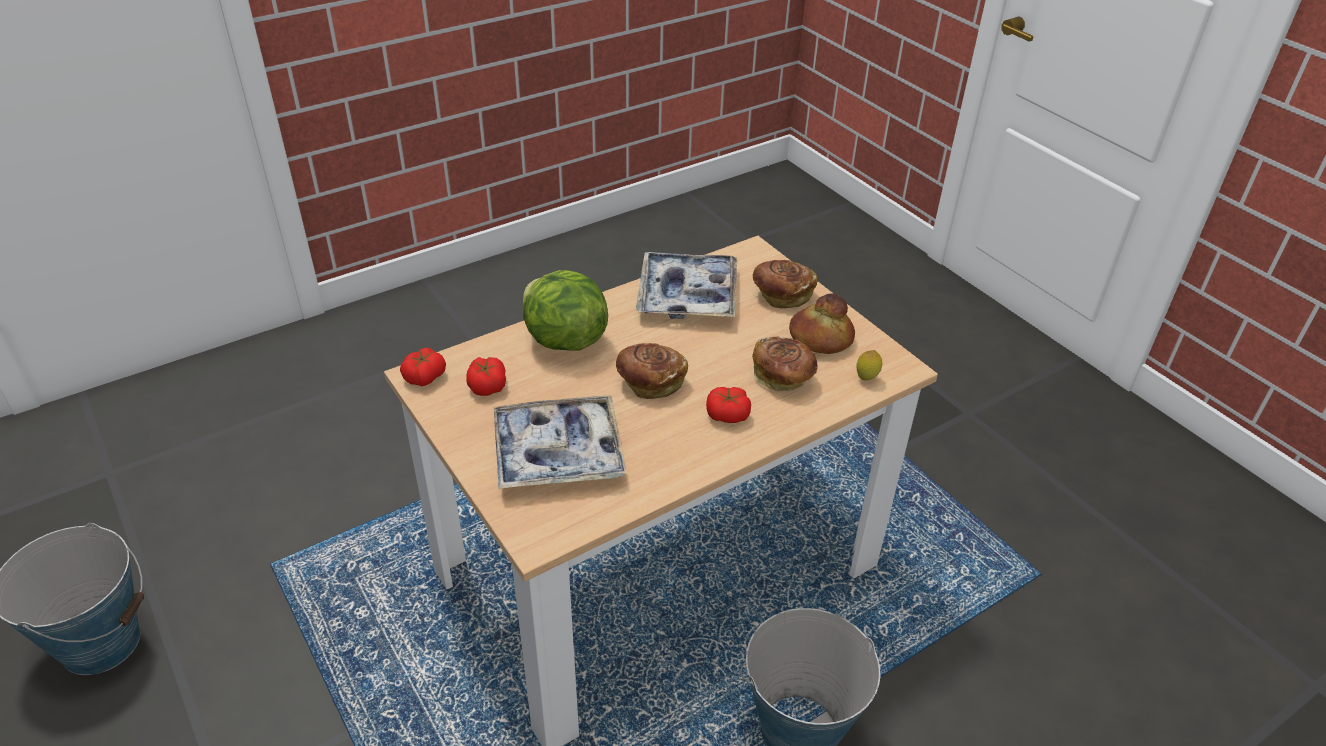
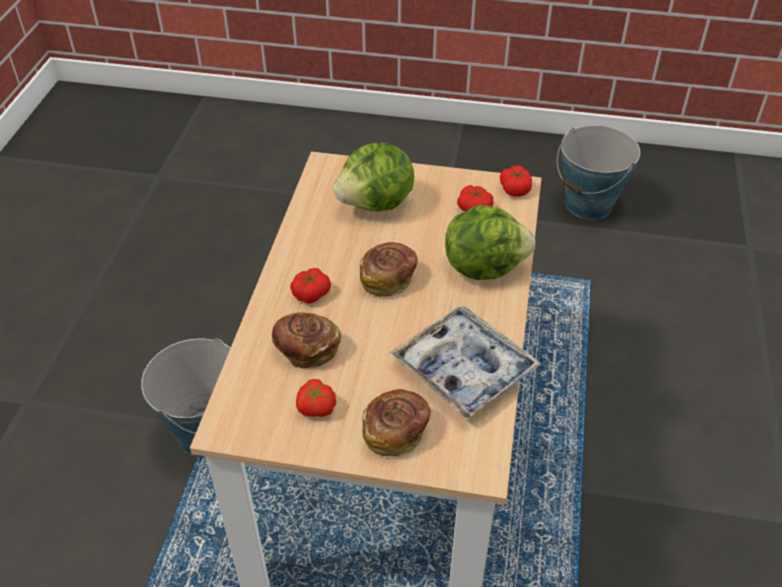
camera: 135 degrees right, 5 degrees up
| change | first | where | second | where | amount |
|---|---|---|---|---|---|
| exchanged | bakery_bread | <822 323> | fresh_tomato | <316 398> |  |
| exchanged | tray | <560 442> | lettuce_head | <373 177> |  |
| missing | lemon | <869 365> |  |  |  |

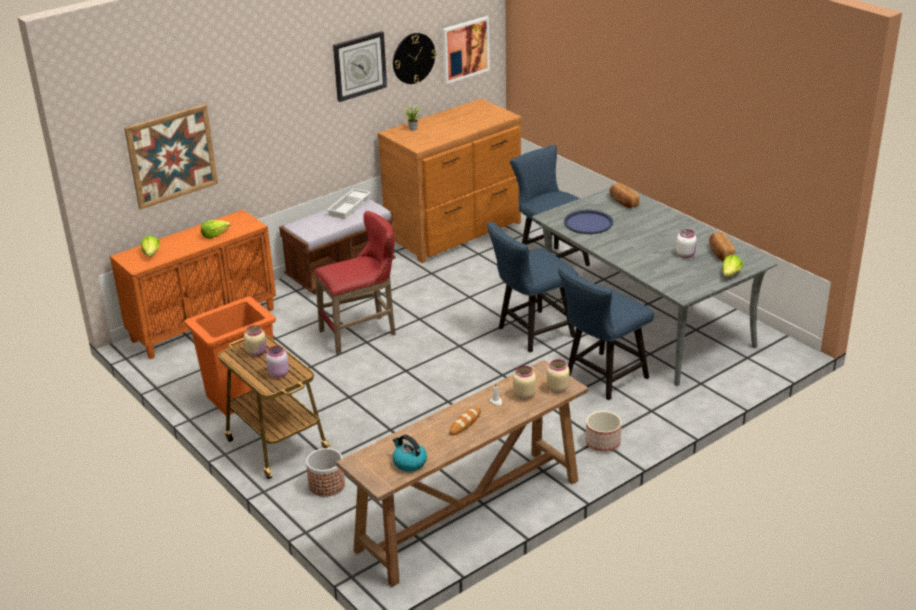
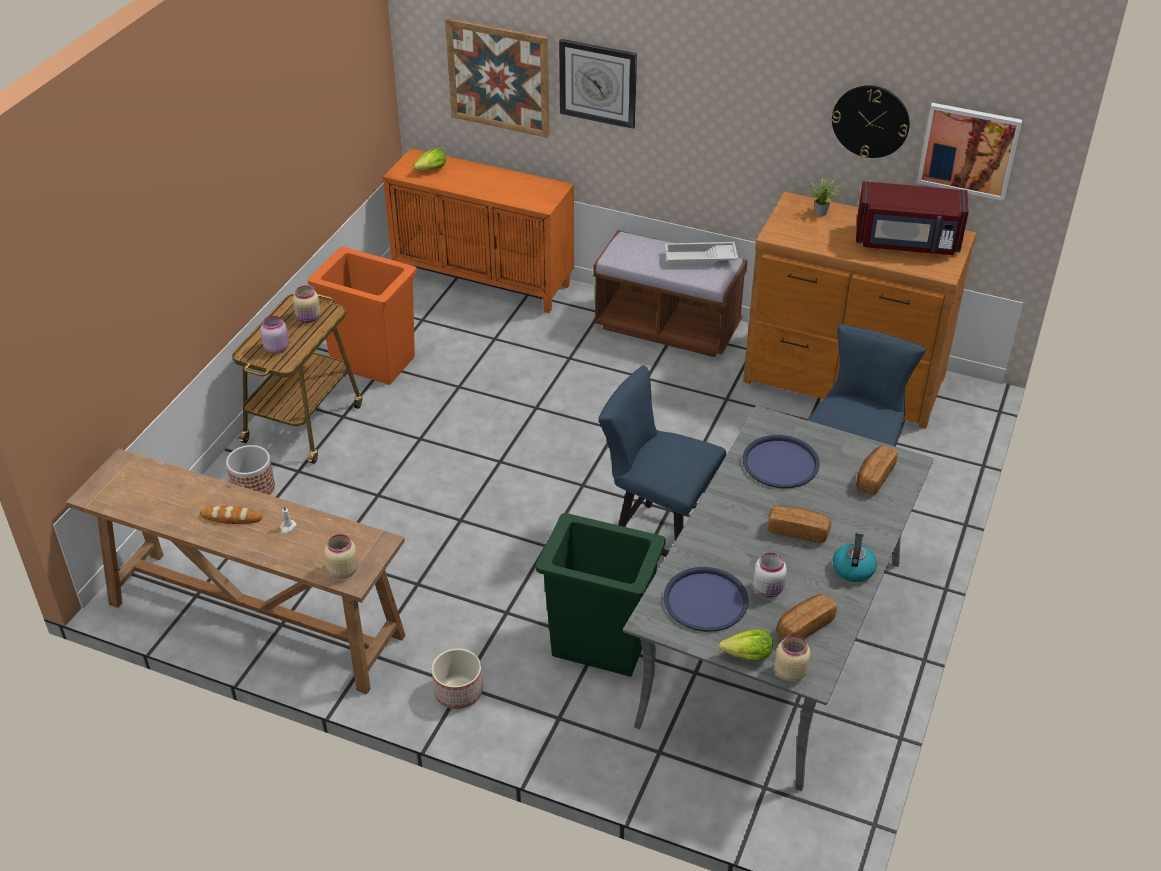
camera: 60 degrees right, 10 degrees up
| change | first | where | second | where | amount |
|---|---|---|---|---|---|
| exchanged | blue-coloured_plain_chair | <606 333> | green_rubbish_bin | <601 595> |  |
| relocated | clock_on_the_wall | <360 66> |  | <598 84> |  |
| appeared |  |  | blue-coloured_tray | <706 599> |  |
| appeared |  |  | bakery_bread | <799 524> |  |
| relocated | beige-coloured_jar | <524 383> |  | <792 658> |  |
| relocated | water_kettle | <409 453> |  | <855 557> |  |
| appeared |  |  | red-coloured_microwave | <912 218> |  |
| missing | lettuce_head | <215 229> |  |  |  |
| missing | red-coloured_stool | <355 283> |  |  |  |

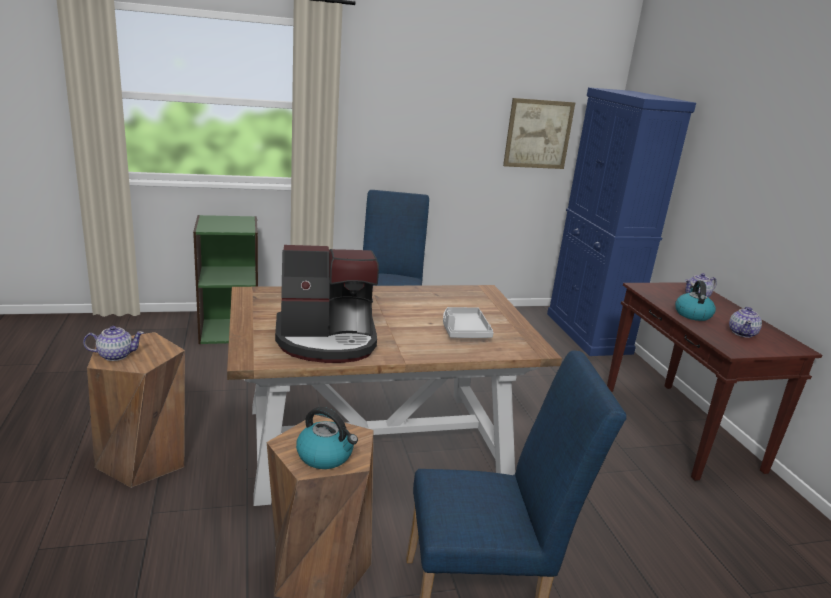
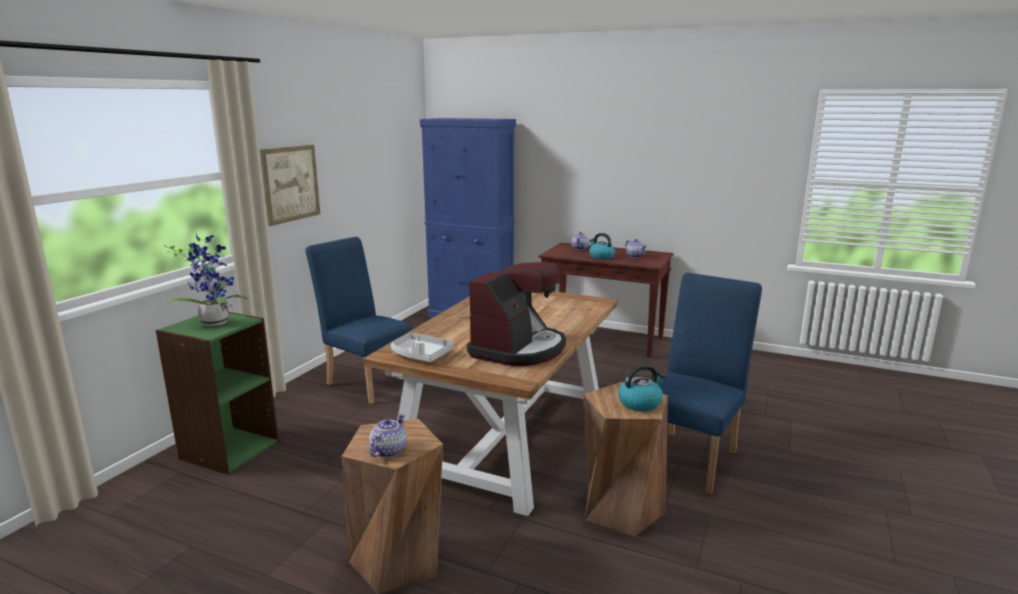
camera: 50 degrees left, 5 degrees down
| change | first | where | second | where | amount |
|---|---|---|---|---|---|
| appeared |  |  | houseplant | <206 279> |  |
| relocated | picture | <539 133> |  | <290 185> |  |
| relocated | grey_tray | <468 322> |  | <422 347> |  |

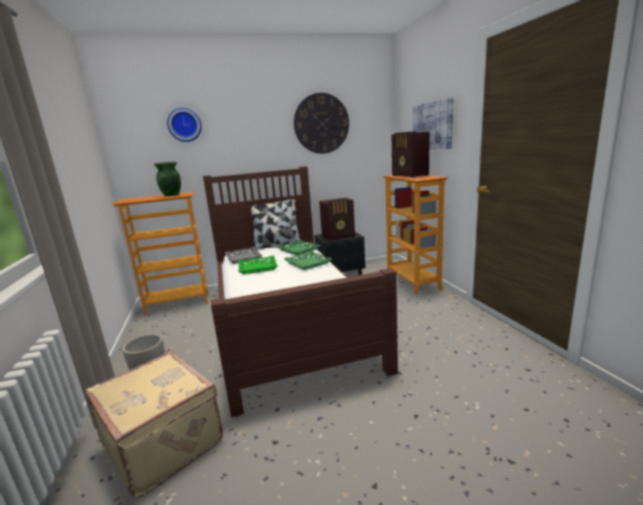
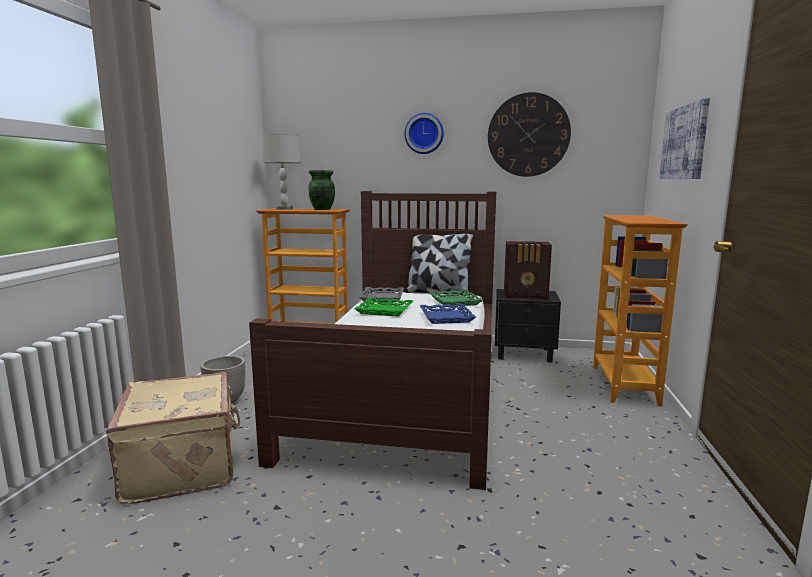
camera: 25 degrees right, 5 degrees down
| change | first | where | second | where | amount |
|---|---|---|---|---|---|
| appeared |  |  | grey_lamp_for_a_table | <281 172> |  |
| relocated | clock_on_the_wall | <184 125> |  | <424 133> |  |
| colour | green_tray | <308 260> | blue-coloured_tray | <448 314> |  |
| missing | radio | <411 154> |  |  |  |

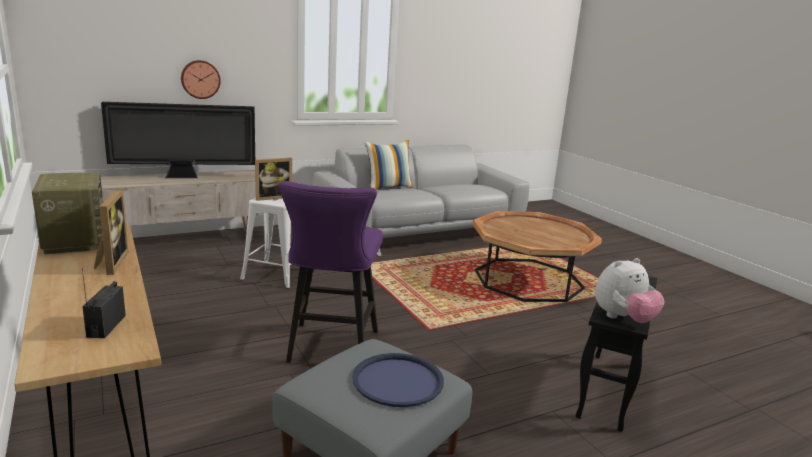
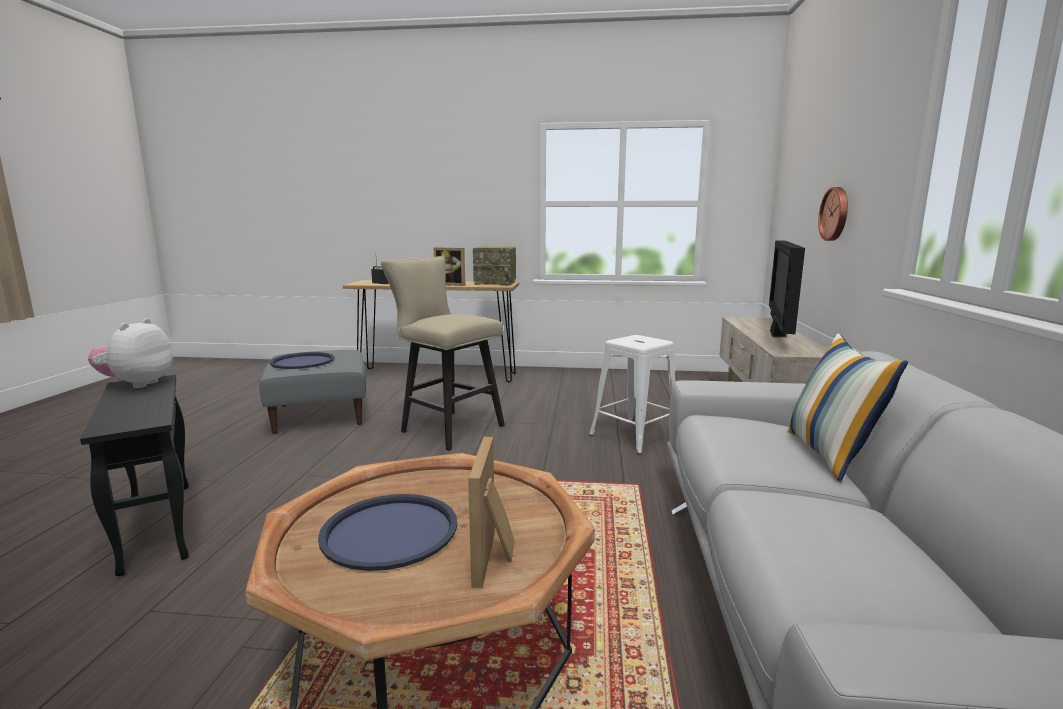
camera: 125 degrees right, 5 degrees down
| change | first | where | second | where | amount |
|---|---|---|---|---|---|
| appeared |  |  | blue-coloured_tray | <388 532> |  |
| colour | purple_stool | <330 272> | beige-coloured_stool | <443 353> |  |
| relocated | picture_frame | <273 179> |  | <491 512> |  |

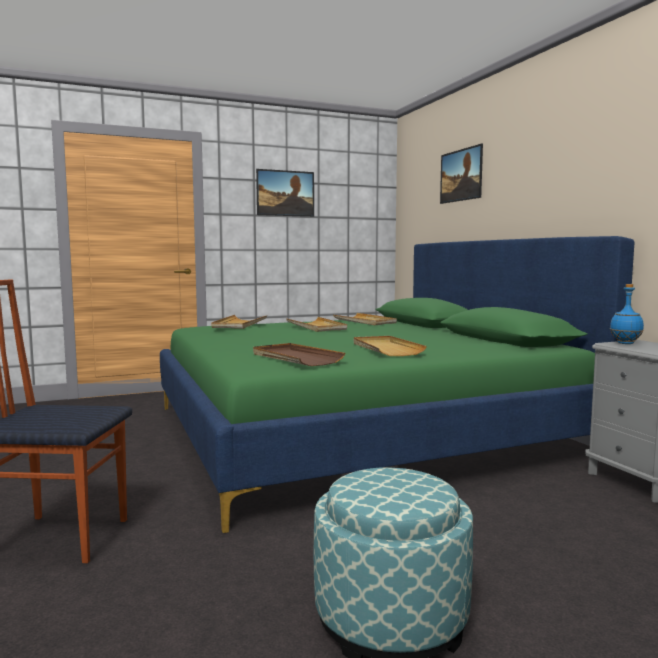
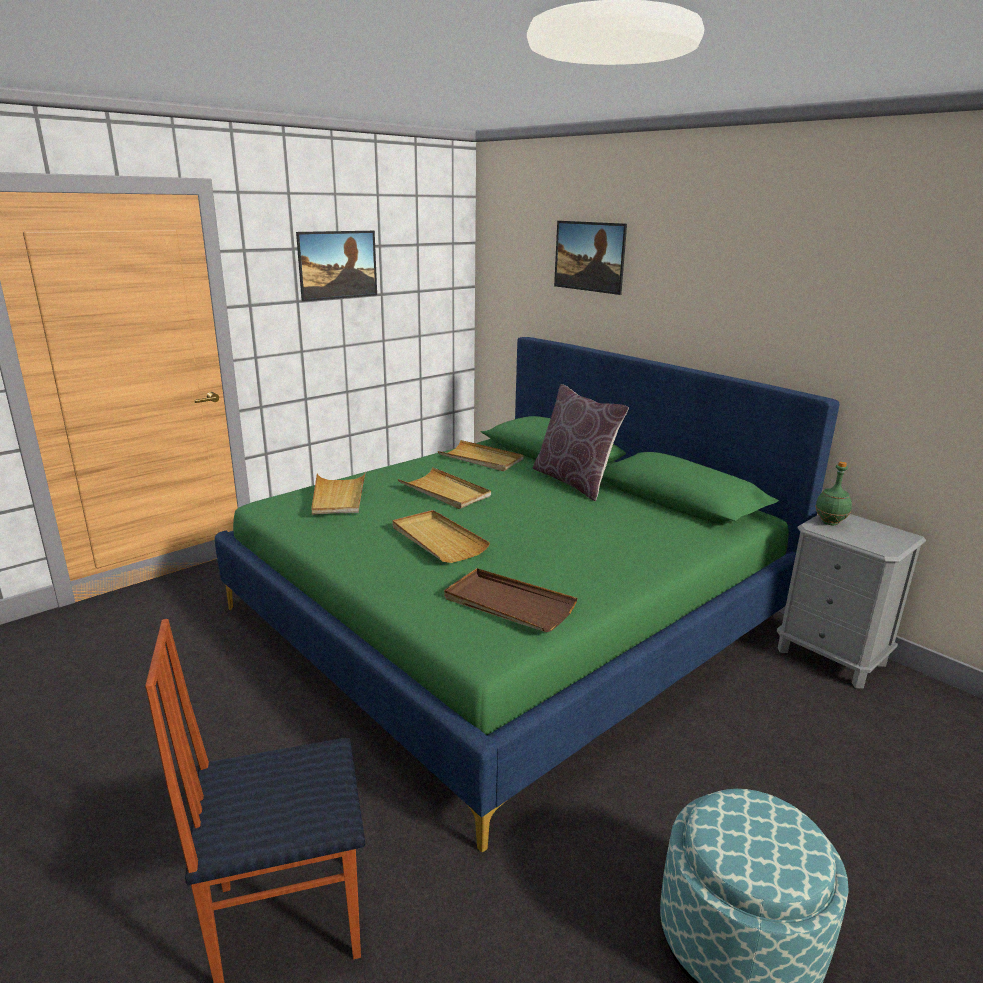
camera: 20 degrees left, 15 degrees up
| change | first | where | second | where | amount |
|---|---|---|---|---|---|
| relocated | beige-coloured_tray | <390 346> |  | <441 536> |  |
| appeared |  |  | brownish_pillow | <581 442> |  |
| colour | blue-coloured_bottle | <627 314> | green_bottle | <833 493> |  |

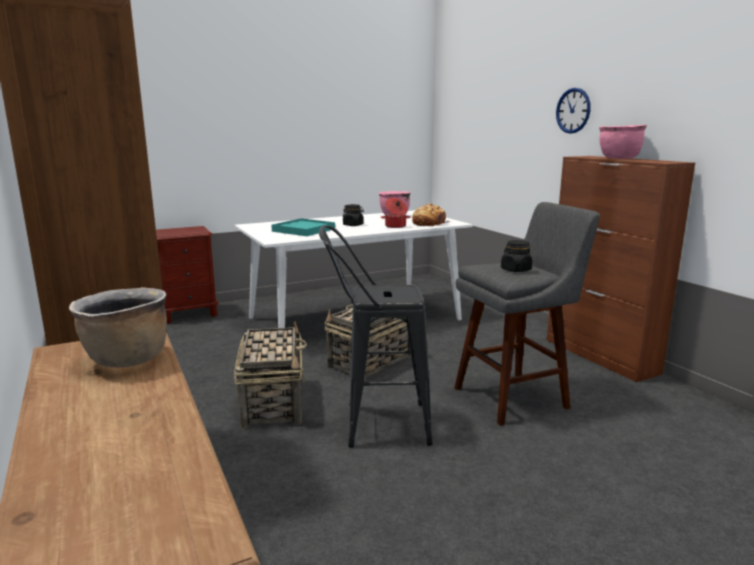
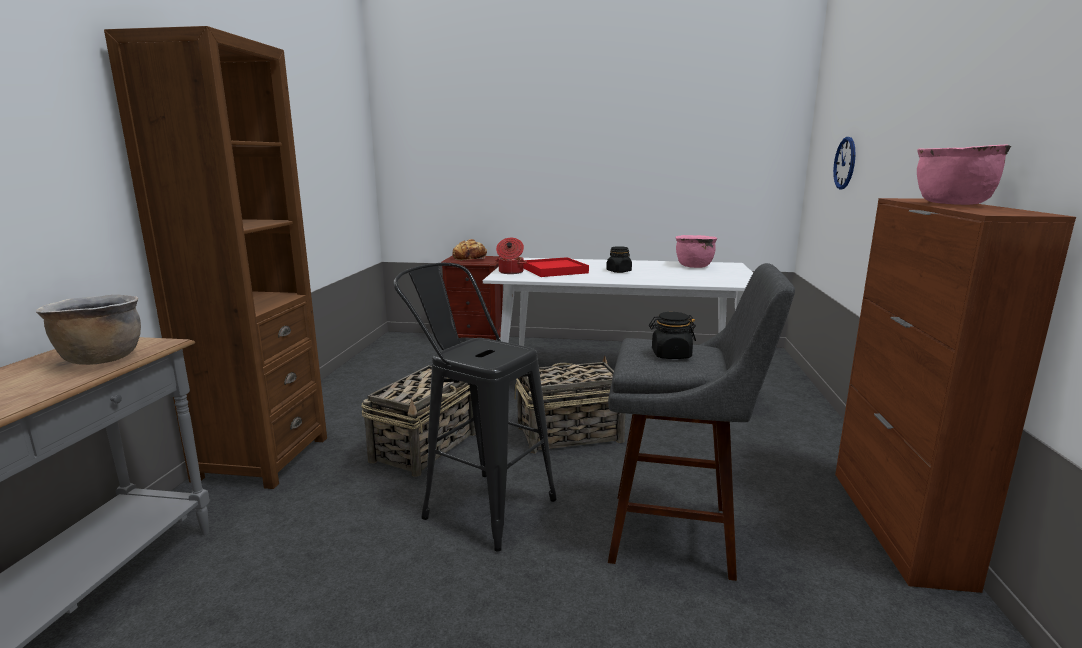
camera: 35 degrees right, 0 degrees up
| change | first | where | second | where | amount |
|---|---|---|---|---|---|
| relocated | bakery_bread | <431 215> |  | <469 250> |  |
| relocated | stockpot | <396 212> |  | <511 256> |  |
| colour | turquoise_tray | <303 227> | red-coloured_tray | <556 267> |  |
| relocated | clock_on_the_wall | <573 111> |  | <844 163> |  |

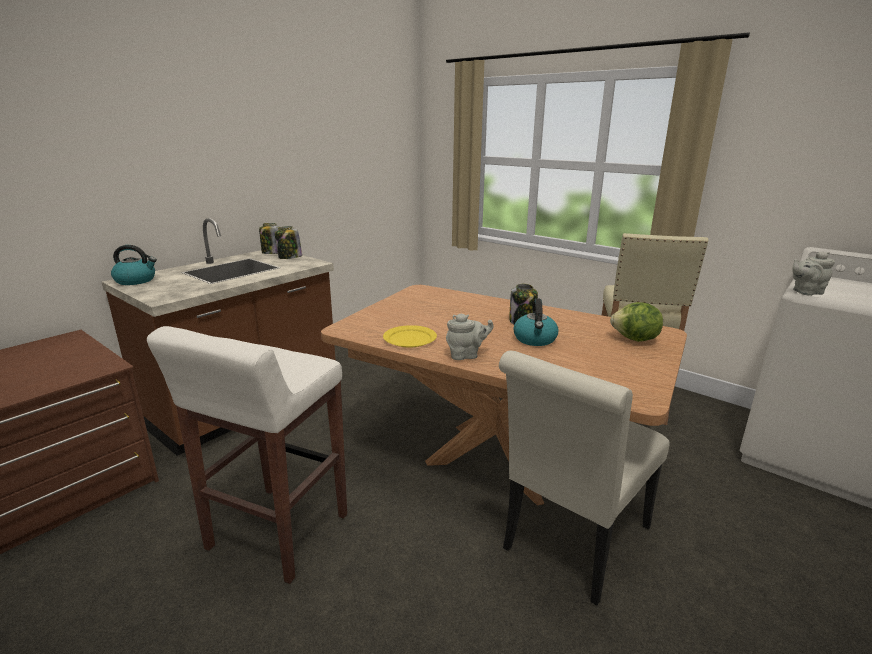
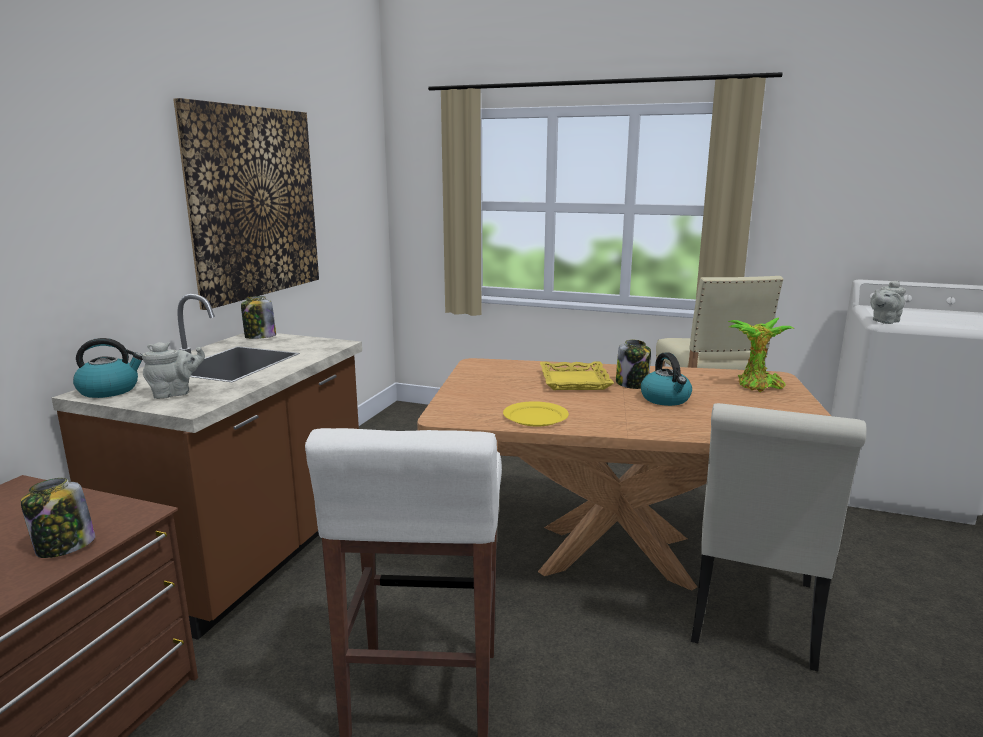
camera: 20 degrees left, 5 degrees down
| change | first | where | second | where | amount |
|---|---|---|---|---|---|
| relocated | jar | <288 242> |  | <58 518> |  |
| relocated | grey_tea_pot | <469 337> |  | <173 370> |  |
| appeared |  |  | picture | <246 204> |  |
| appeared |  |  | yellow-coloured_tray | <577 375> |  |
| exchanged | lettuce_head | <636 322> | houseplant | <761 355> |  |

